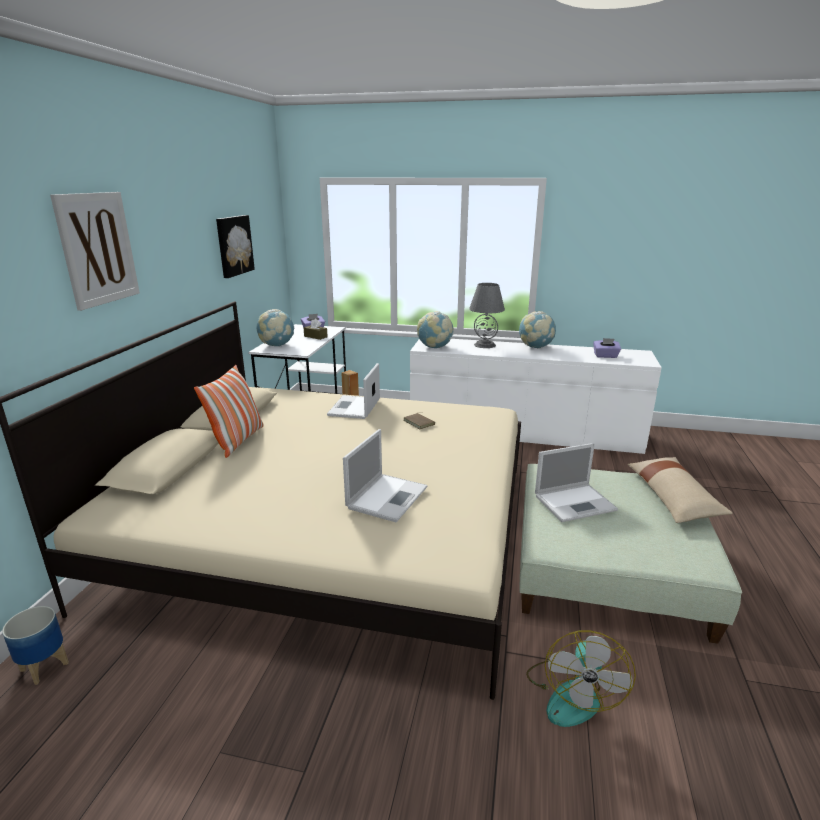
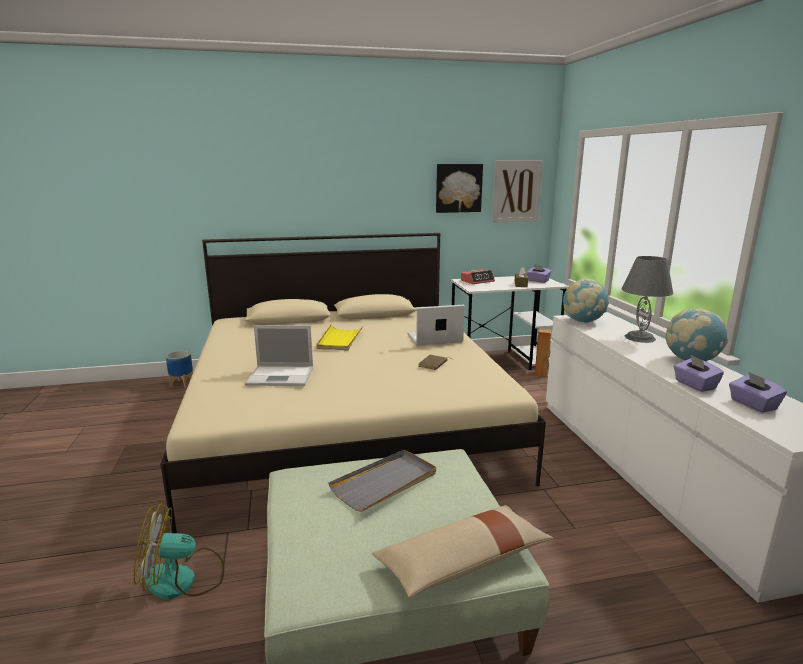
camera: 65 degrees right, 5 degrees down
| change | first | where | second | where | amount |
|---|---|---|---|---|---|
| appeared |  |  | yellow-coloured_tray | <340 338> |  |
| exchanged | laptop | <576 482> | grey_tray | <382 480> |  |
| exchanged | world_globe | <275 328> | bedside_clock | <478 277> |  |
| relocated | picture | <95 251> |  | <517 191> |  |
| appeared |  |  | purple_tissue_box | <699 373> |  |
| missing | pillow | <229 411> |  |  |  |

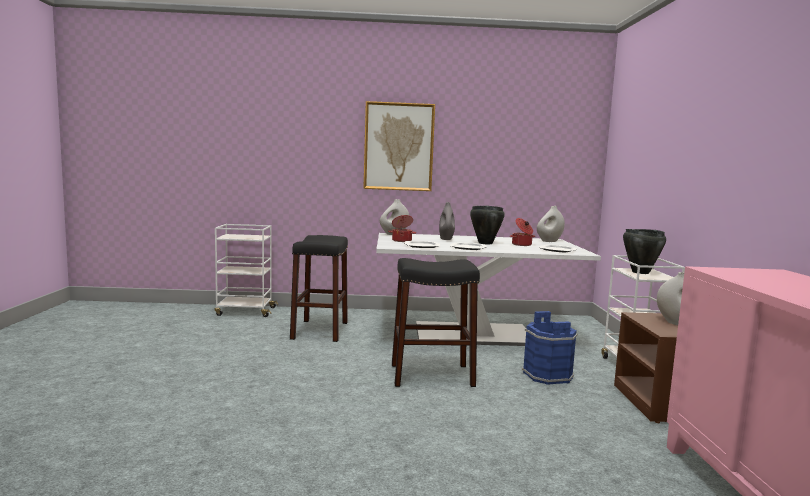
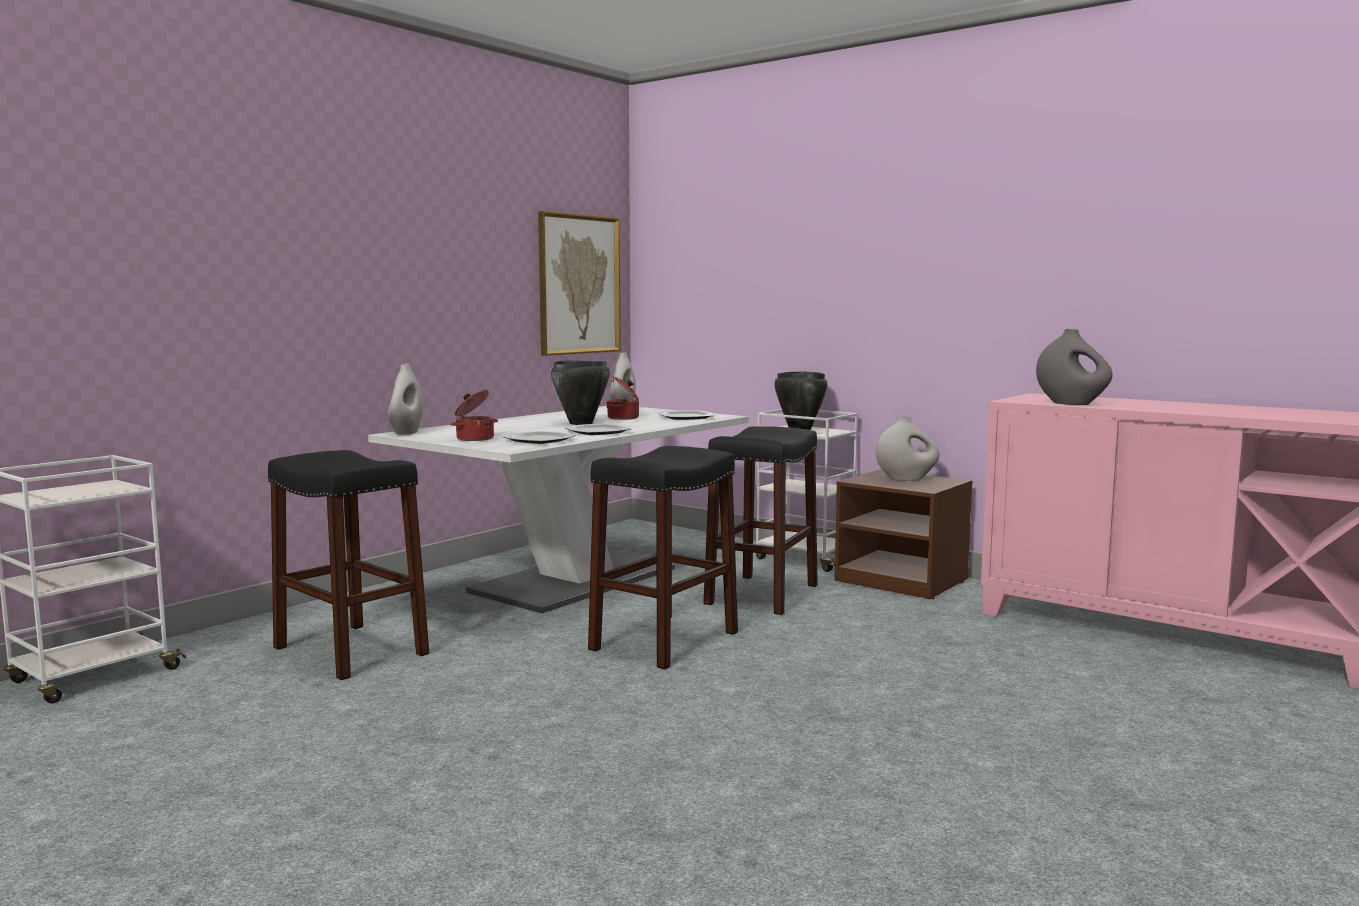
camera: 50 degrees left, 0 degrees up
| change | first | where | second | where | amount |
|---|---|---|---|---|---|
| relocated | picture | <399 146> |  | <579 283> |  |
| exchanged | blue-coloured_pail | <549 348> | blackish_stool | <760 520> |  |
| relocated | grey_vase | <447 221> |  | <1074 367> |  |

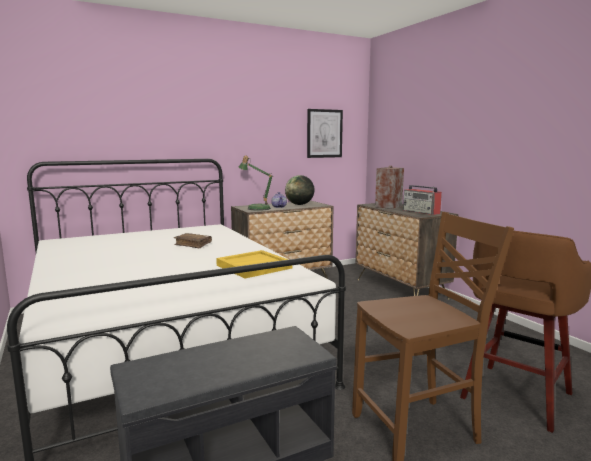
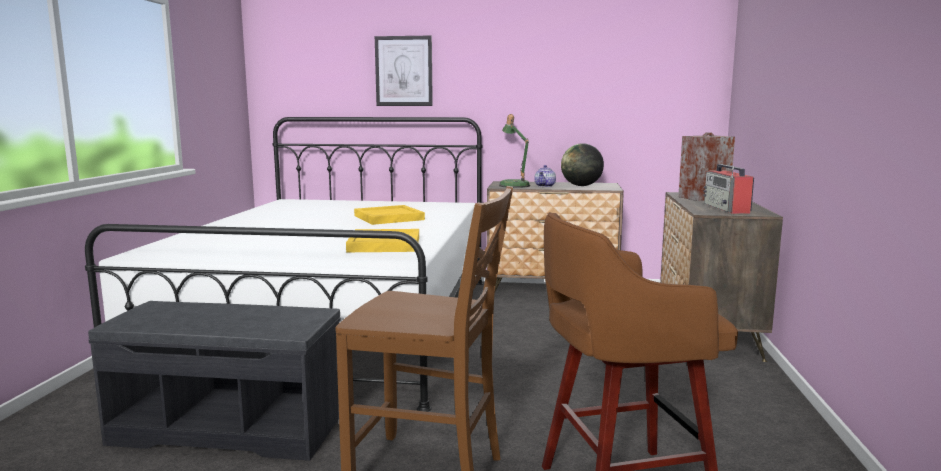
camera: 35 degrees right, 0 degrees up
| change | first | where | second | where | amount |
|---|---|---|---|---|---|
| exchanged | brownish_book | <193 241> | yellow-coloured_tray | <389 215> |  |
| relocated | picture | <325 133> |  | <404 71> |  |

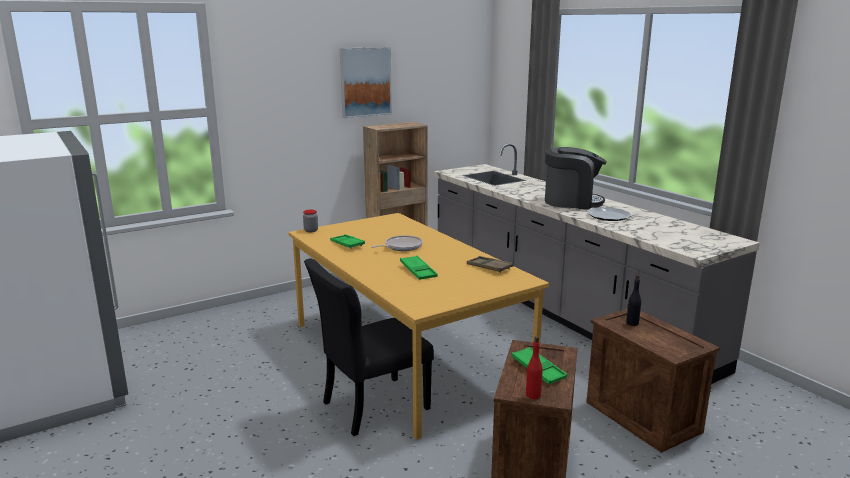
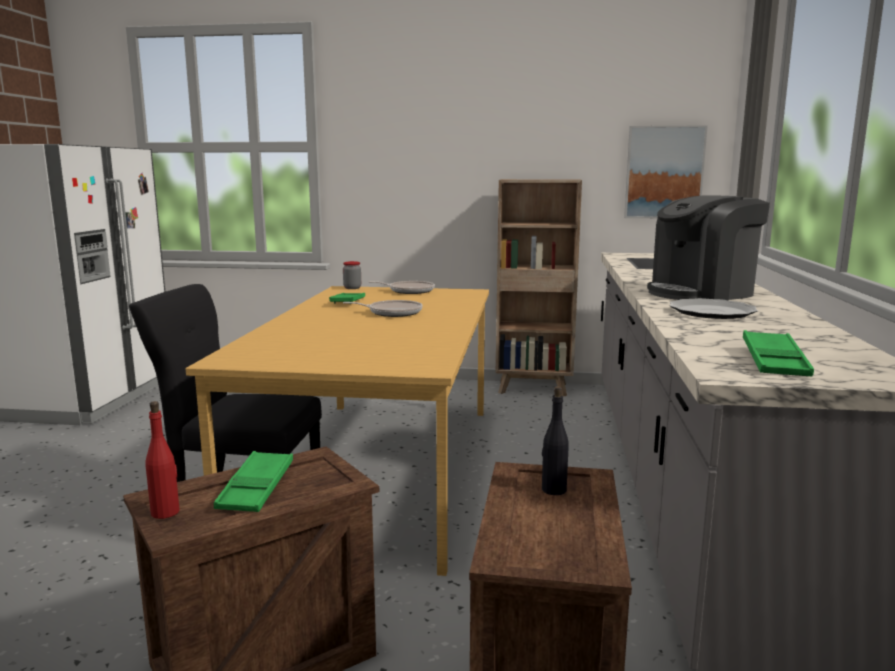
camera: 40 degrees right, 5 degrees down
| change | first | where | second | where | amount |
|---|---|---|---|---|---|
| appeared |  |  | frying_pan | <401 287> |  |
| relocated | picture | <365 82> |  | <666 171> |  |
| spun | coffee_brewer | <575 178> |  | <708 247> | 105 degrees clockwise |
| relocated | green_tray | <419 268> |  | <778 353> |  |
| missing | brownish_tray | <490 264> |  |  |  |

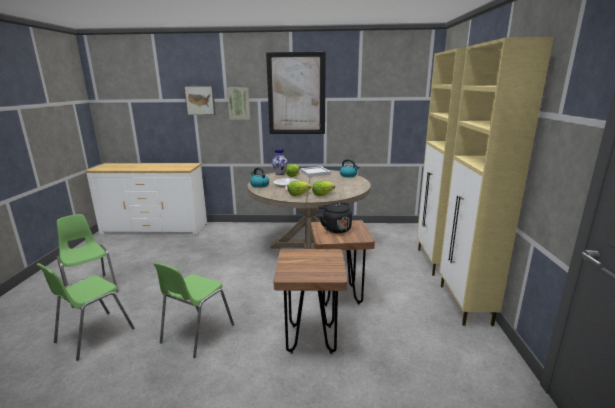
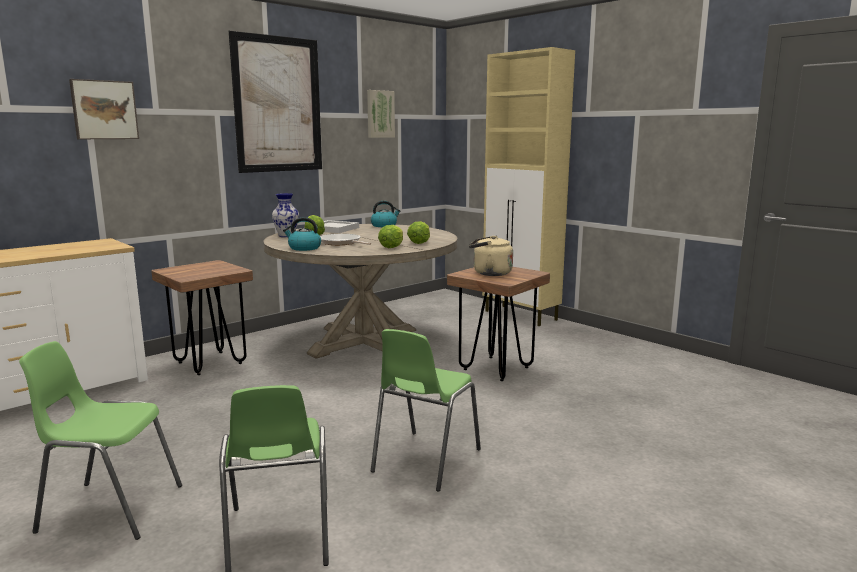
camera: 45 degrees left, 5 degrees down
| change | first | where | second | where | amount |
|---|---|---|---|---|---|
| relocated | brownish_stool | <310 301> |  | <202 317> |  |
| relocated | picture | <238 103> |  | <381 114> |  |
| spun | green_plain_chair | <194 310> |  | <426 410> | 45 degrees clockwise |
| colour | blackish_water_kettle | <335 218> | beige-coloured_water_kettle | <491 256> |  |
| missing | beige-coloured_storage_cabinet | <496 181> |  |  |  |

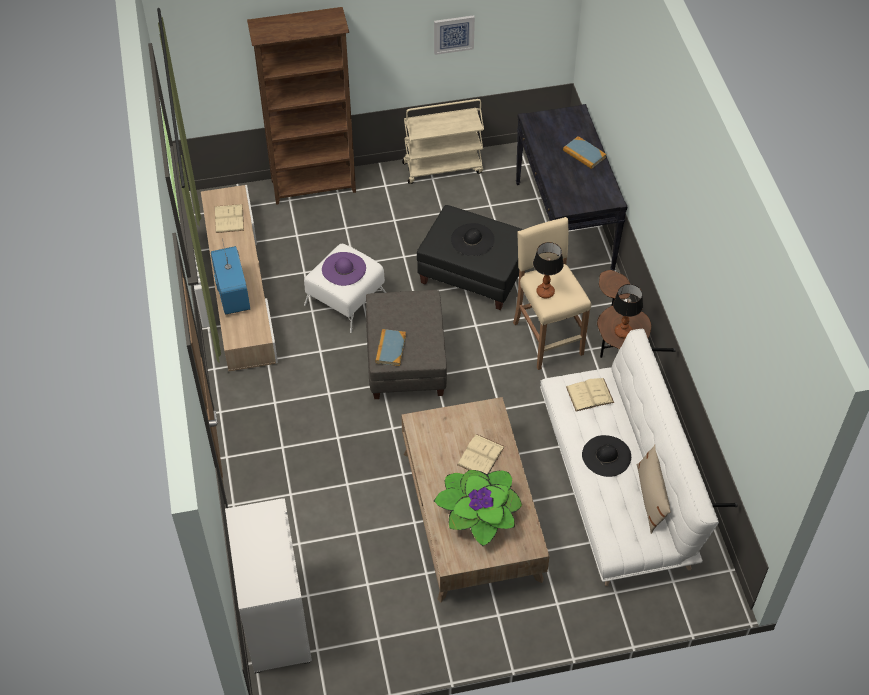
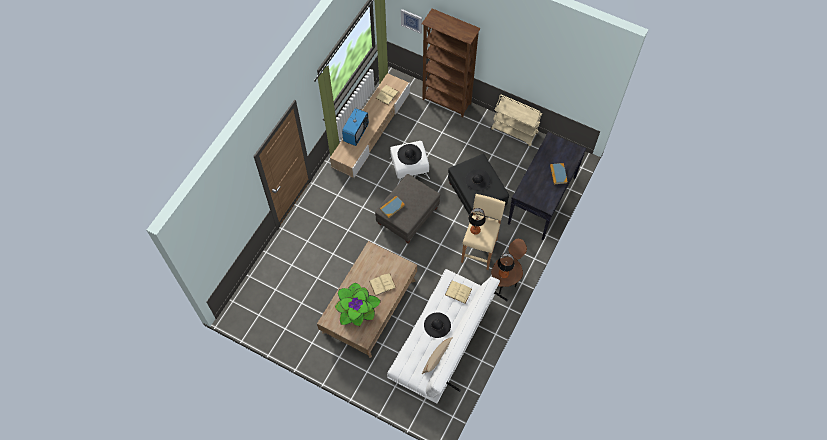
camera: 40 degrees right, 10 degrees up
| change | first | where | second | where | amount |
|---|---|---|---|---|---|
| colour | purple_hat | <344 269> | blackish_hat | <409 154> |  |
| relocated | picture | <454 35> |  | <411 21> |  |
| missing | white_storage_cabinet | <268 585> |  |  |  |

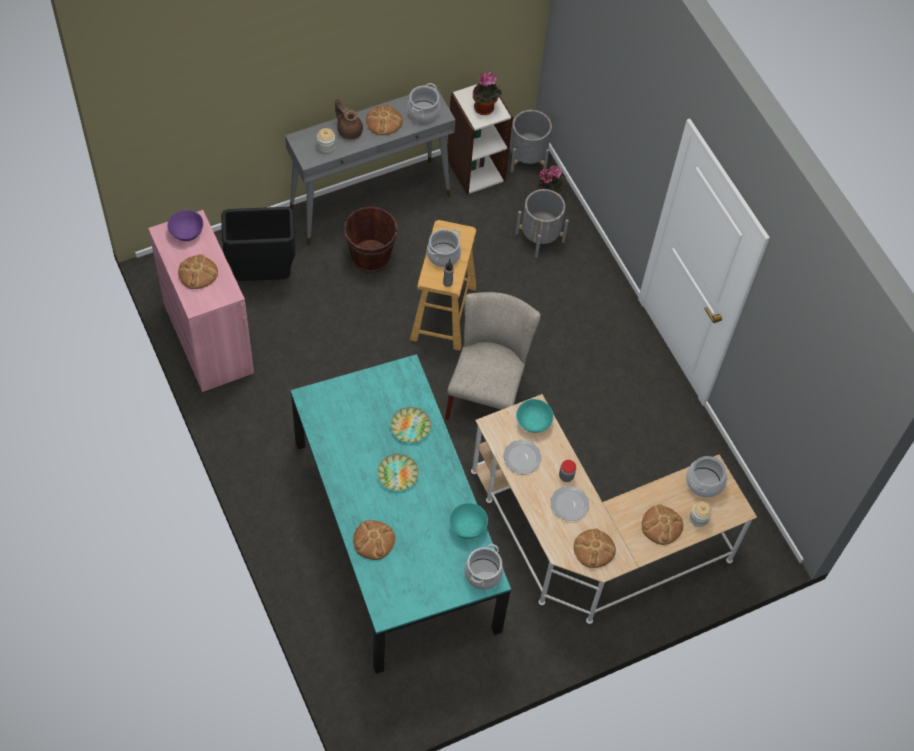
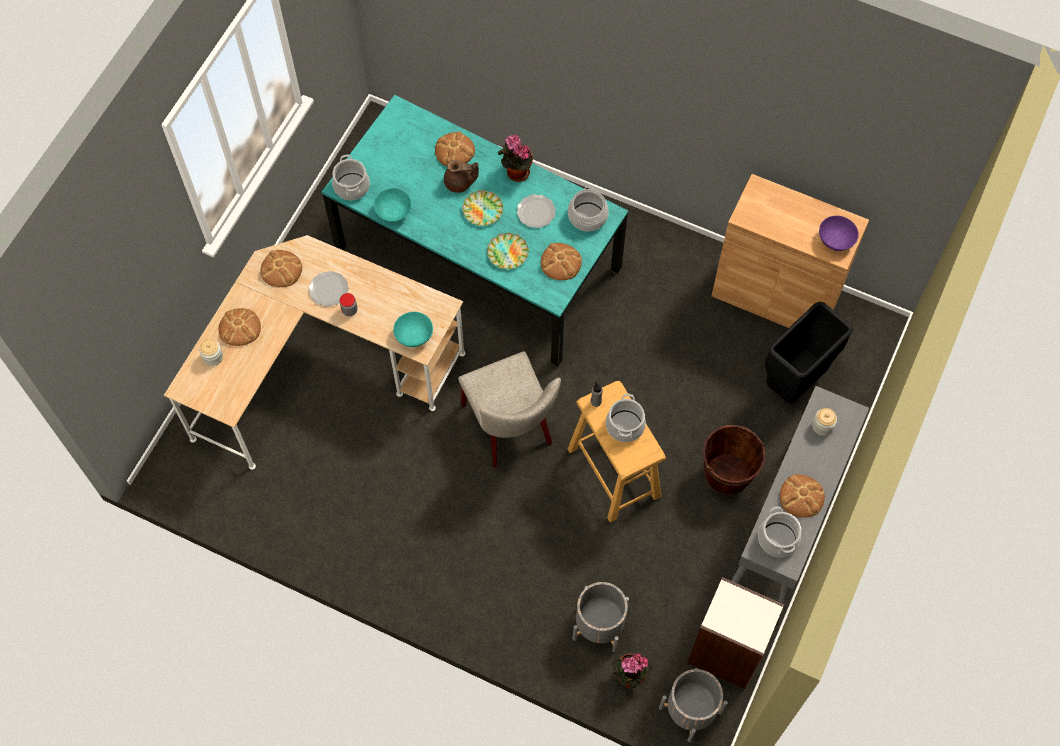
camera: 145 degrees right, 5 degrees up
| change | first | where | second | where | amount |
|---|---|---|---|---|---|
| relocated | brownish_tea_pot | <349 119> |  | <461 176> |  |
| relocated | houseplant | <487 93> |  | <515 158> |  |
| relocated | flat_dish | <522 457> |  | <536 211> |  |
| relocated | bakery_bread | <198 271> |  | <561 261> |  |
| relocated | stockpot | <706 477> |  | <588 209> |  |
| colour | pinkish_storage_cabinet | <201 301> | brownish_storage_cabinet | <790 251> |  |

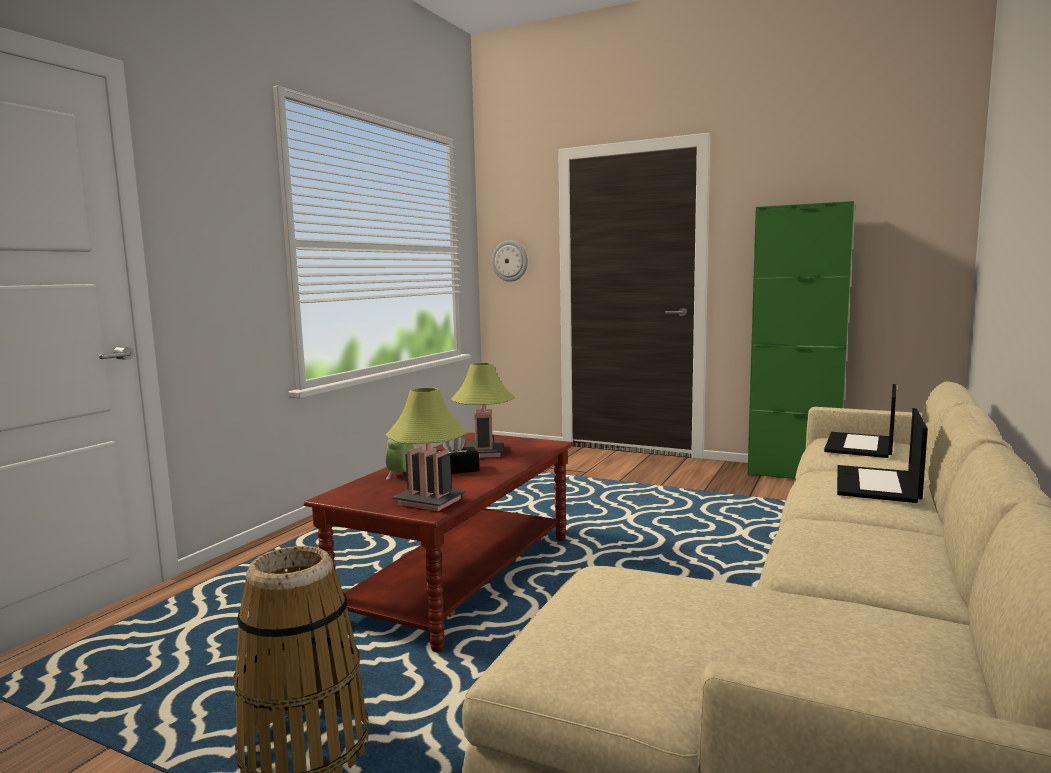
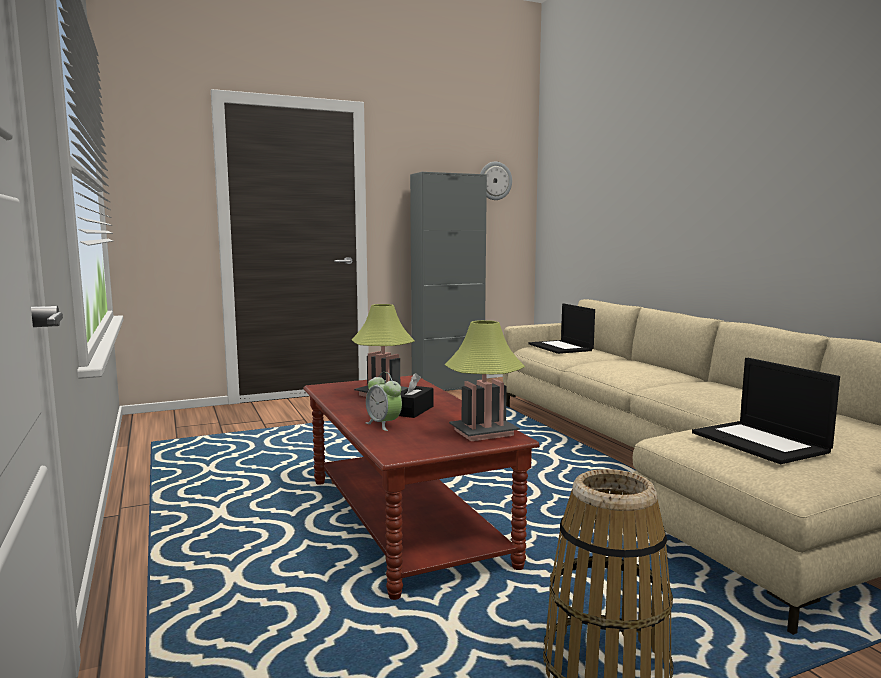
camera: 50 degrees left, 0 degrees up
| change | first | where | second | where | amount |
|---|---|---|---|---|---|
| colour | green_storage_cabinet | <801 340> | grey_storage_cabinet | <448 281> |  |
| relocated | clock_on_the_wall | <510 261> |  | <496 181> |  |
| relocated | laptop | <882 455> |  | <766 411> |  |

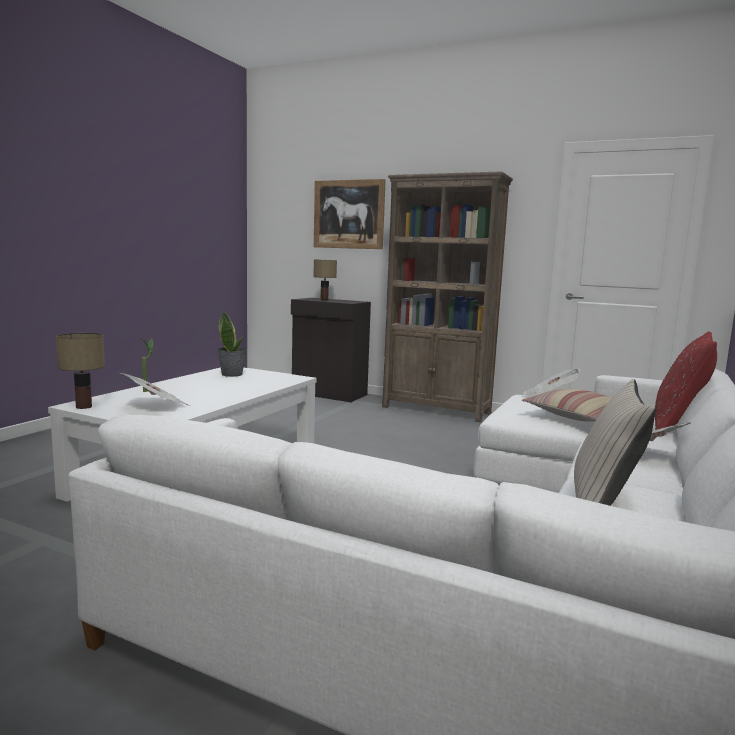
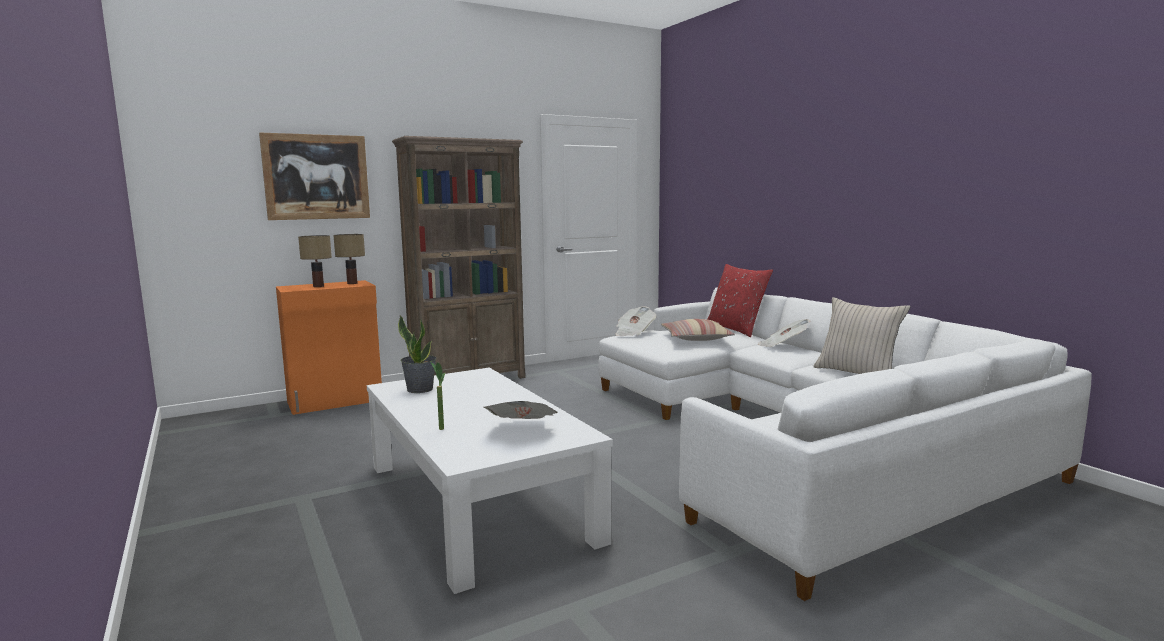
camera: 55 degrees left, 0 degrees up
| change | first | where | second | where | amount |
|---|---|---|---|---|---|
| colour | blackish_storage_cabinet | <331 350> | orangey_storage_cabinet | <329 347> |  |
| relocated | lamp_for_a_table | <80 371> |  | <349 259> |  |

